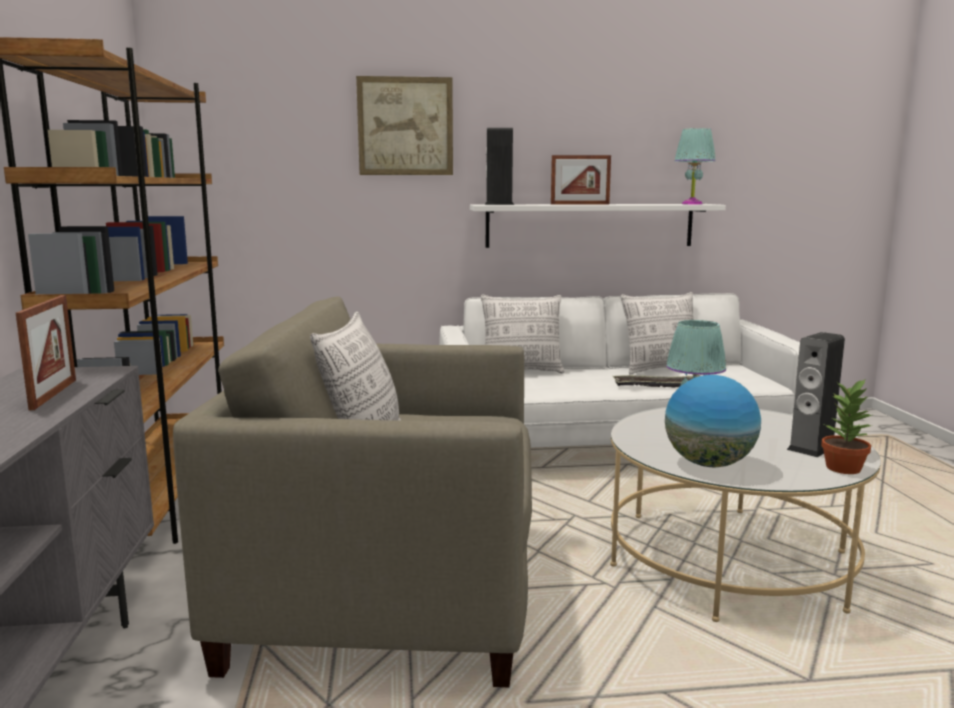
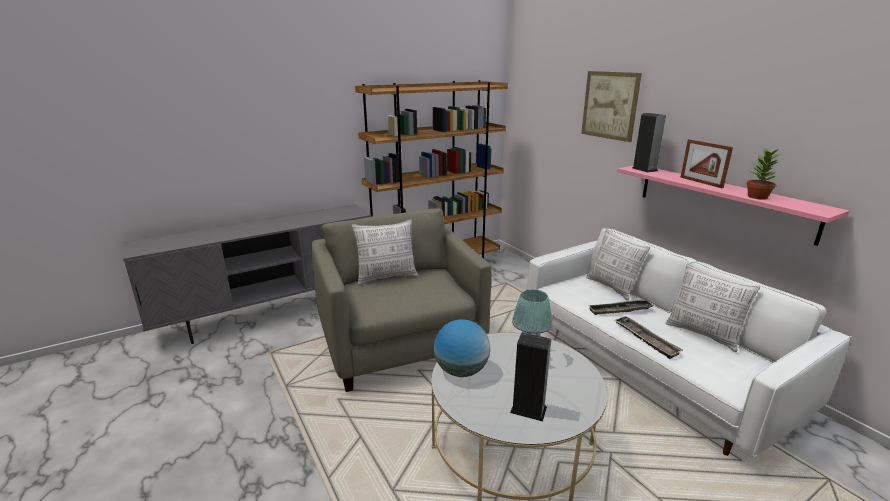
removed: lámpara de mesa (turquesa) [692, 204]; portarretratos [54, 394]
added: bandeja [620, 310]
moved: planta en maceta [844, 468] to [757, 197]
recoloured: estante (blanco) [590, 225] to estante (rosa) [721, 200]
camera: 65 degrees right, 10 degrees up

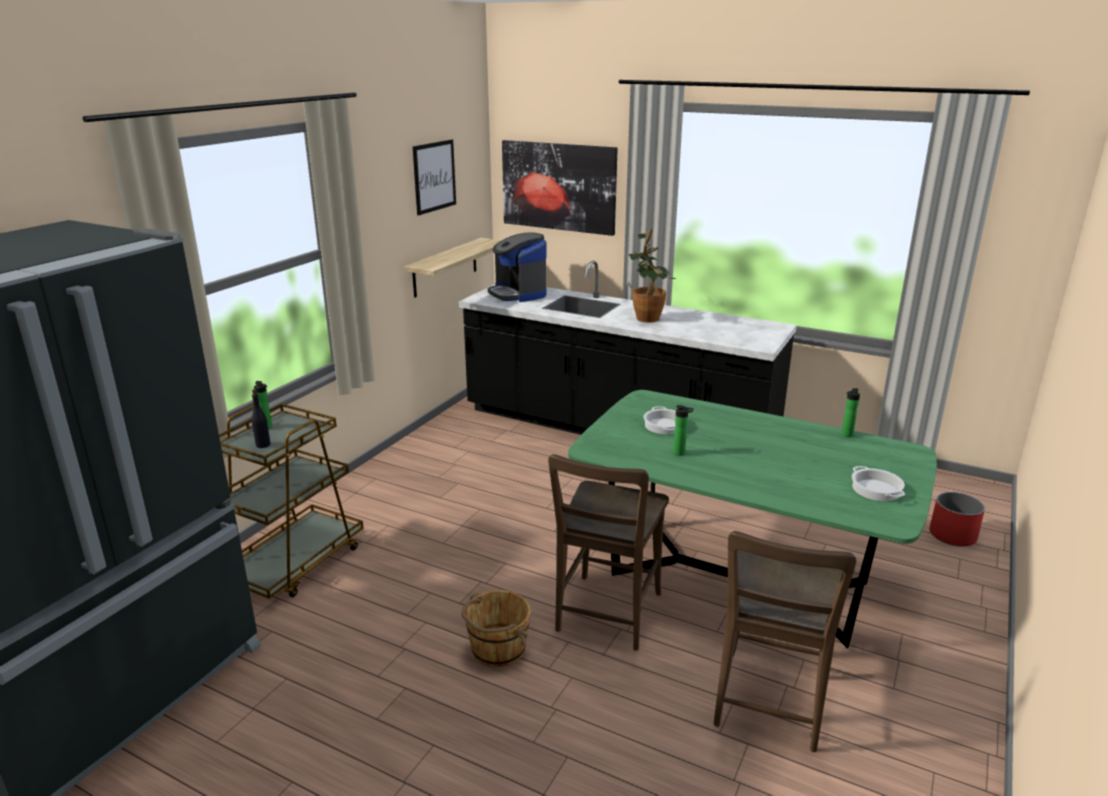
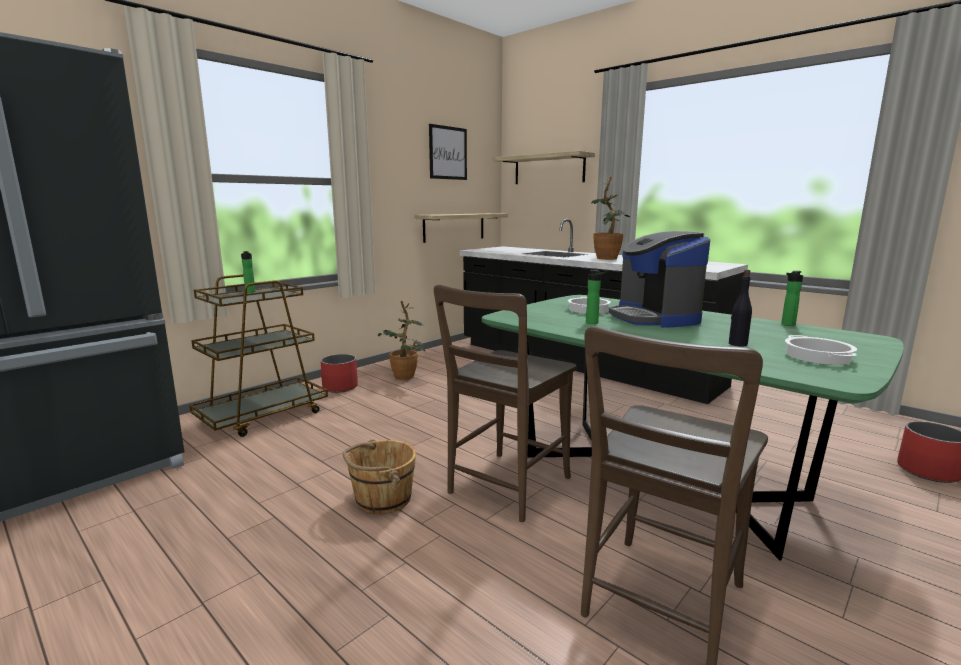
added: planta en maceta [405, 378]; maceta (rojo) [340, 387]
moved: cafetera [518, 293] to [654, 318]; botella (negro) [263, 445] to [737, 344]
replaced: cuadro [559, 186] to estante [549, 169]
camera: 15 degrees right, 10 degrees down

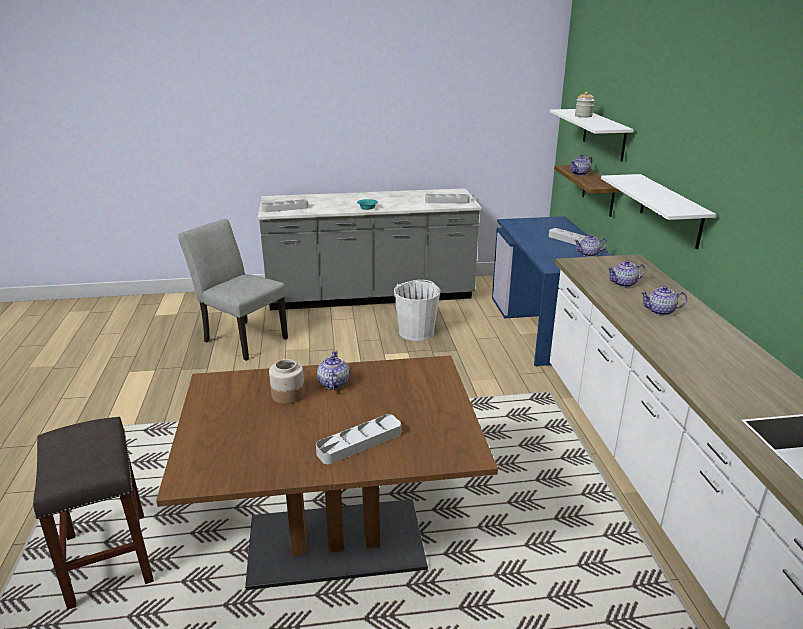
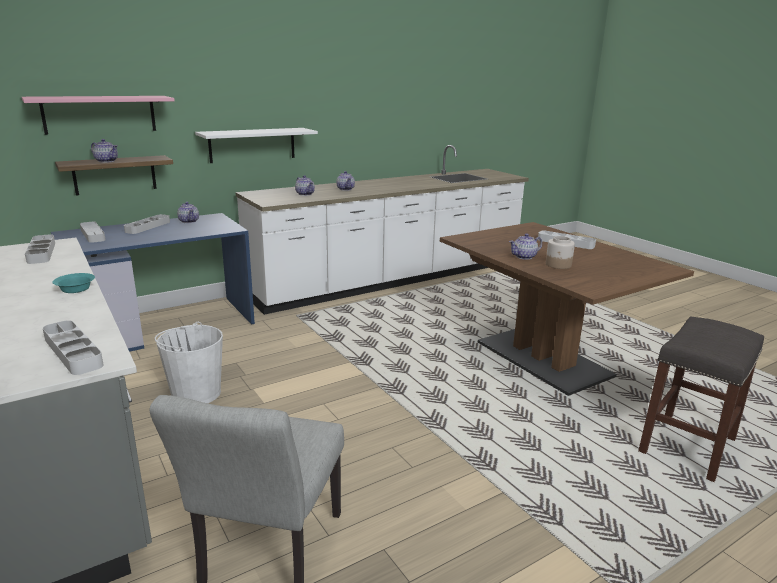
removed: tarro [583, 116]
added: bandeja (gris) [92, 235]
recoloured: estante (blanco) [604, 134] to estante (rosa) [100, 114]
camera: 115 degrees left, 5 degrees down

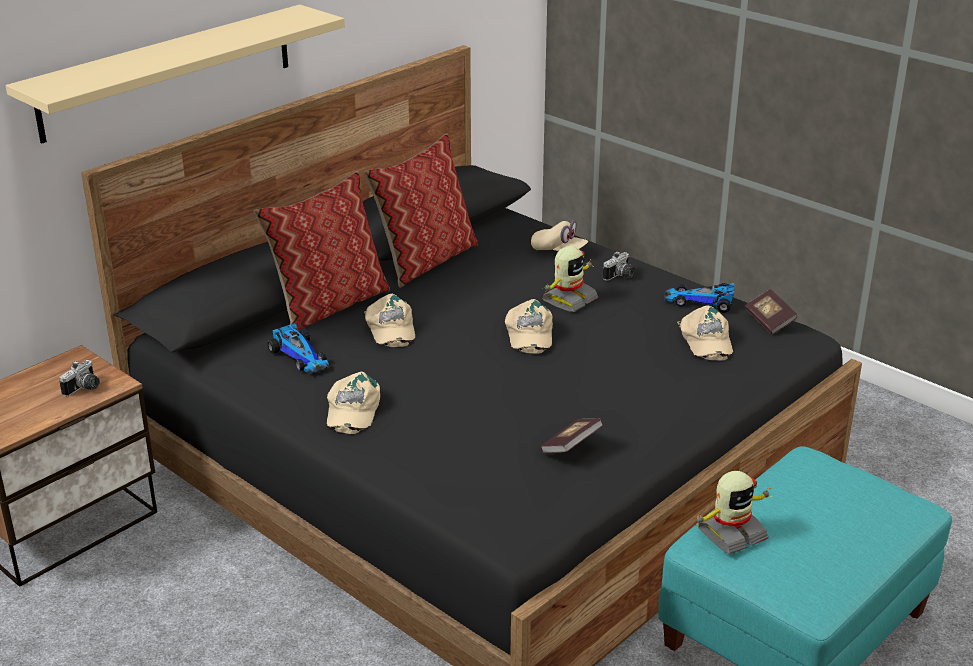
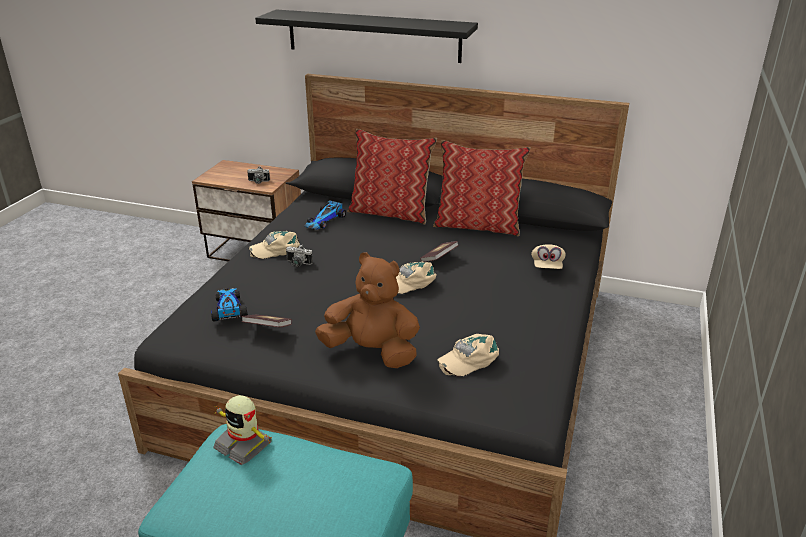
removed: robot de juguete [568, 299]; gorra (beis) [390, 328]
added: peluche (marrón) [372, 352]
moved: cámara [620, 276] to [297, 264]; coche de juguete [701, 302] to [228, 308]; libro [769, 321] to [439, 258]
recoloured: estante (beis) [168, 72] to estante (negro) [373, 36]
camera: 65 degrees right, 0 degrees up

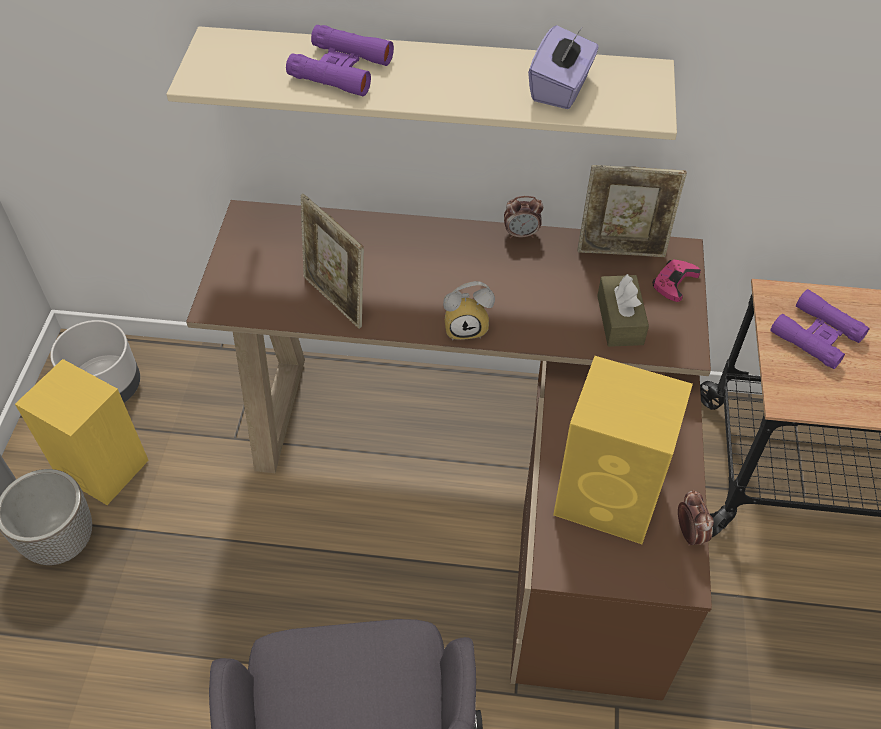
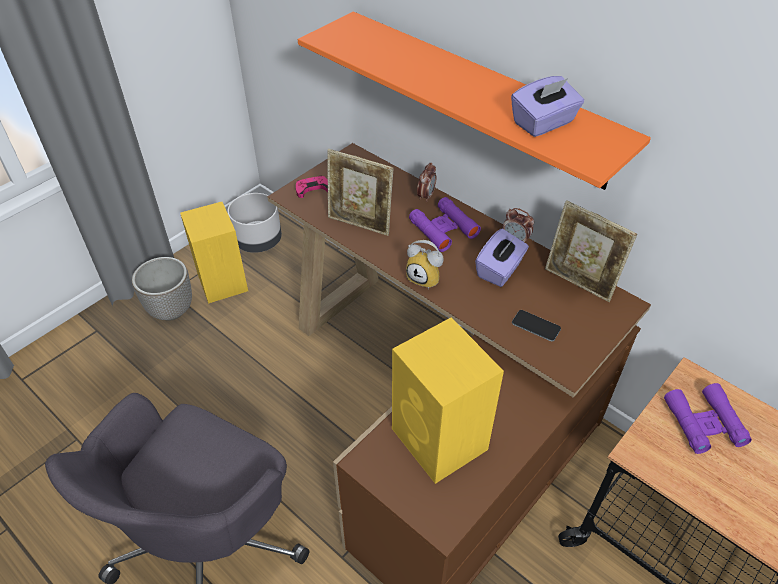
added: caja de pañuelos (morado) [500, 270]
moved: prismáticos (morado) [341, 69] to [443, 229]; mando de consola (rosa) [674, 282] to [312, 189]; despertador [689, 533] to [426, 196]
replaced: caja de pañuelos (marrón) [620, 320] to móvil [536, 326]
recoloured: estante (beis) [432, 82] to estante (naranja) [481, 98]
turned: portarretratos [336, 300] = [360, 224] 60 degrees counterclockwise
camera: 35 degrees right, 5 degrees down

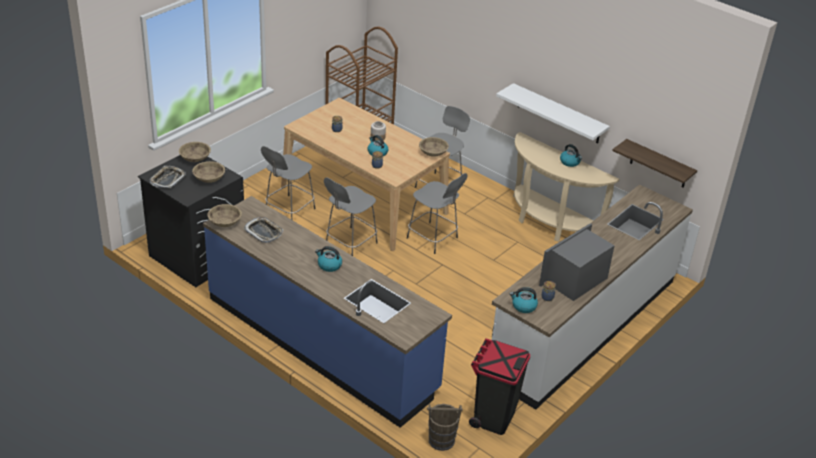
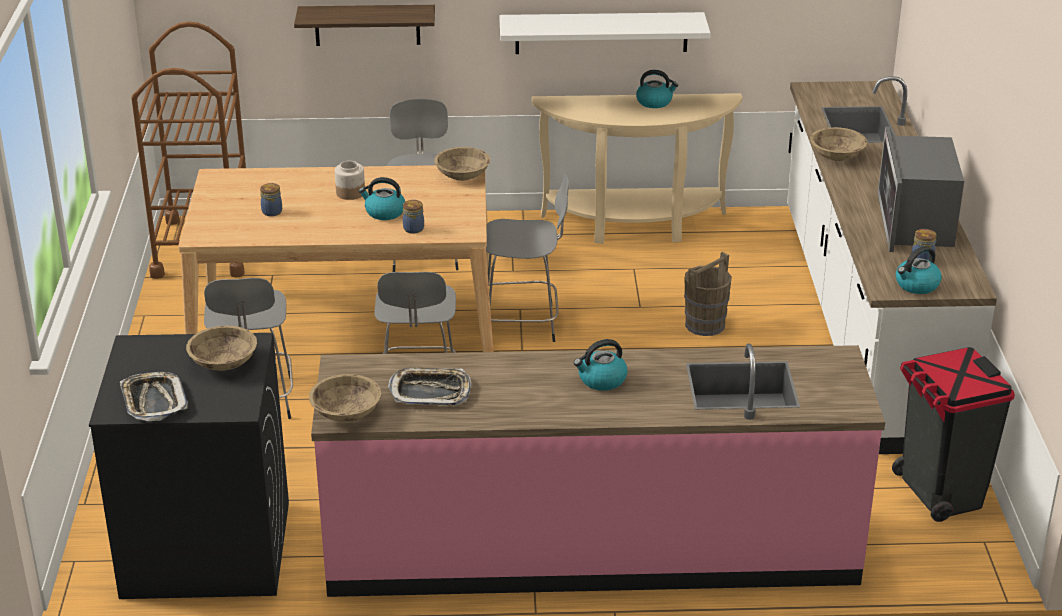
moved: estante [659, 164] to [367, 25]; cuenco (beis) [195, 158] to [837, 156]; cubo (marrón) [441, 440] to [704, 325]
recoloured: mueble bajo de cocina (azul) [321, 343] to mueble bajo de cocina (rosa) [591, 549]
camera: 40 degrees left, 5 degrees down

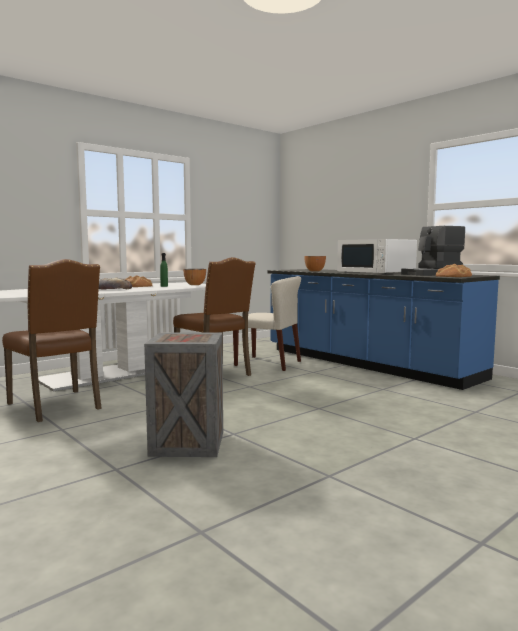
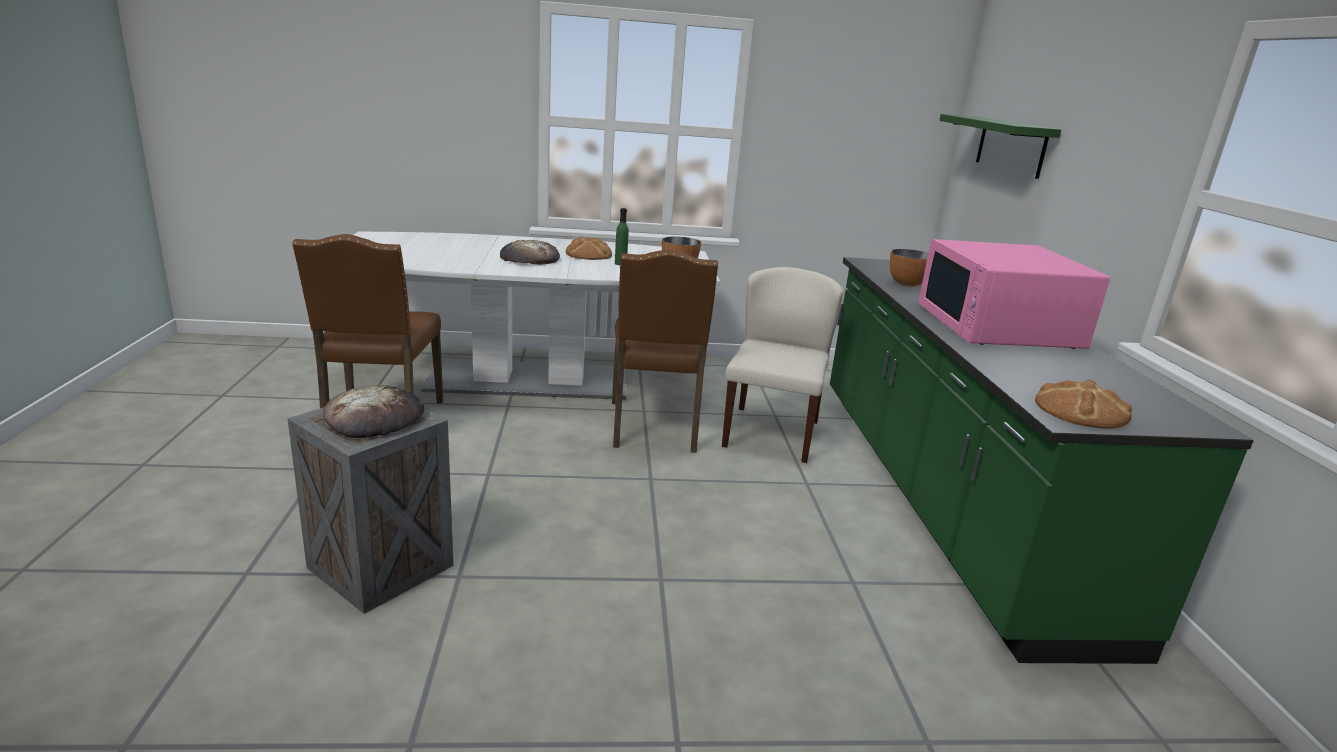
removed: cafetera [433, 274]
added: estante (verde) [1011, 146]; pan [375, 418]
recoloured: microondas (blanco) [376, 272] to microondas (rosa) [997, 327]; mueble bajo de cocina (azul) [366, 363] to mueble bajo de cocina (verde) [944, 497]
turned: silla (beis) [268, 363] = [770, 433] 135 degrees counterclockwise
camera: 35 degrees right, 15 degrees up

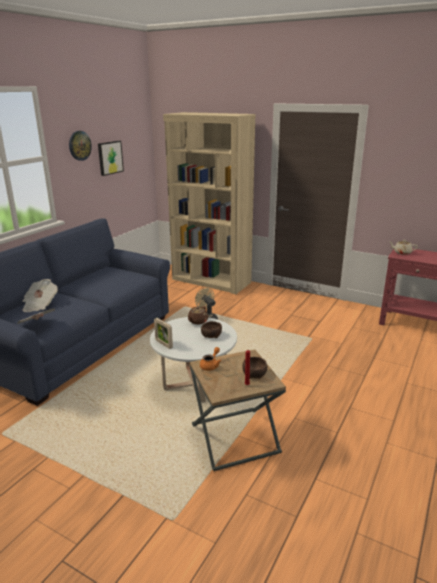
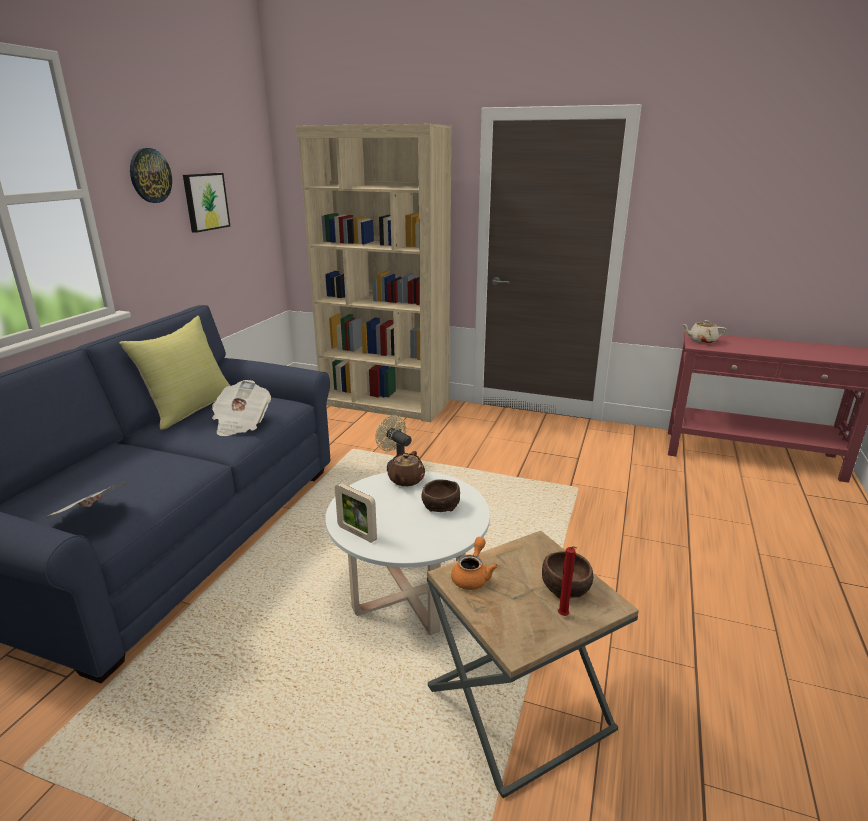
added: cojín (amarillo) [190, 408]
moved: periódico [39, 305] to [241, 423]
camera: 10 degrees left, 0 degrees up

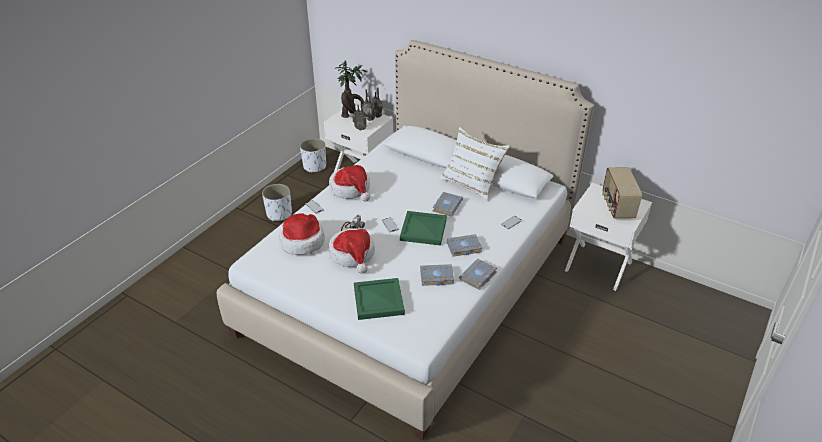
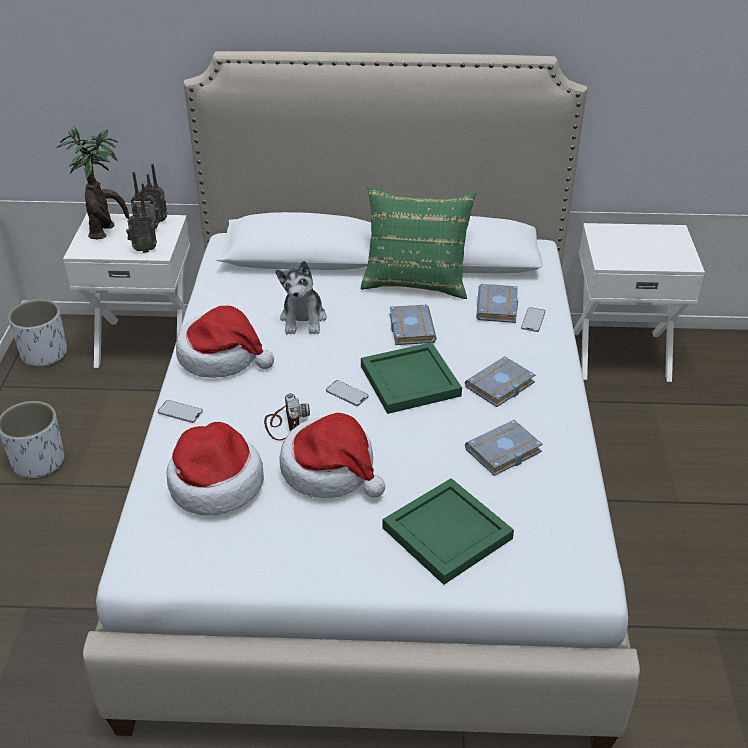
removed: radio [617, 206]
added: peluche [303, 319]
moved: libro (gris) [478, 277] to [498, 308]
recoloured: cojín (blanco) [472, 183] to cojín (verde) [416, 279]
camera: 30 degrees left, 0 degrees up

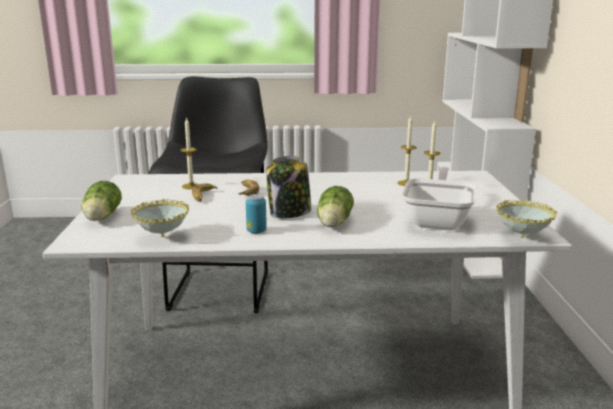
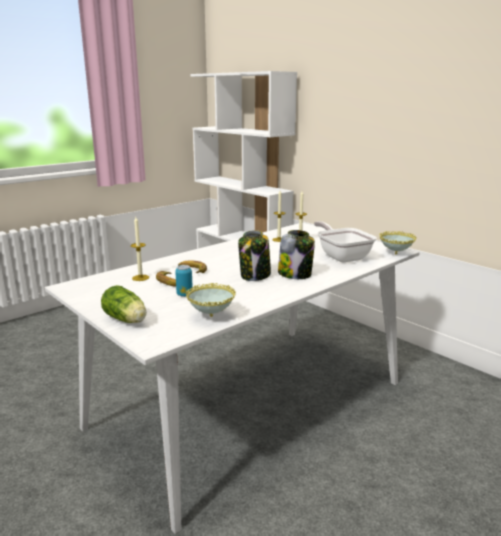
removed: taburete (negro) [221, 289]
moved: lata [256, 231] to [184, 294]
replaced: lechuga [333, 224] to tarro [295, 274]
camera: 40 degrees left, 0 degrees up

